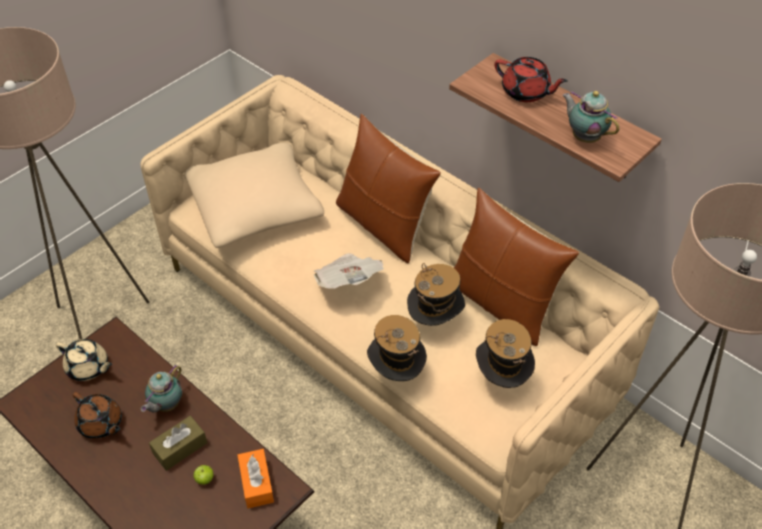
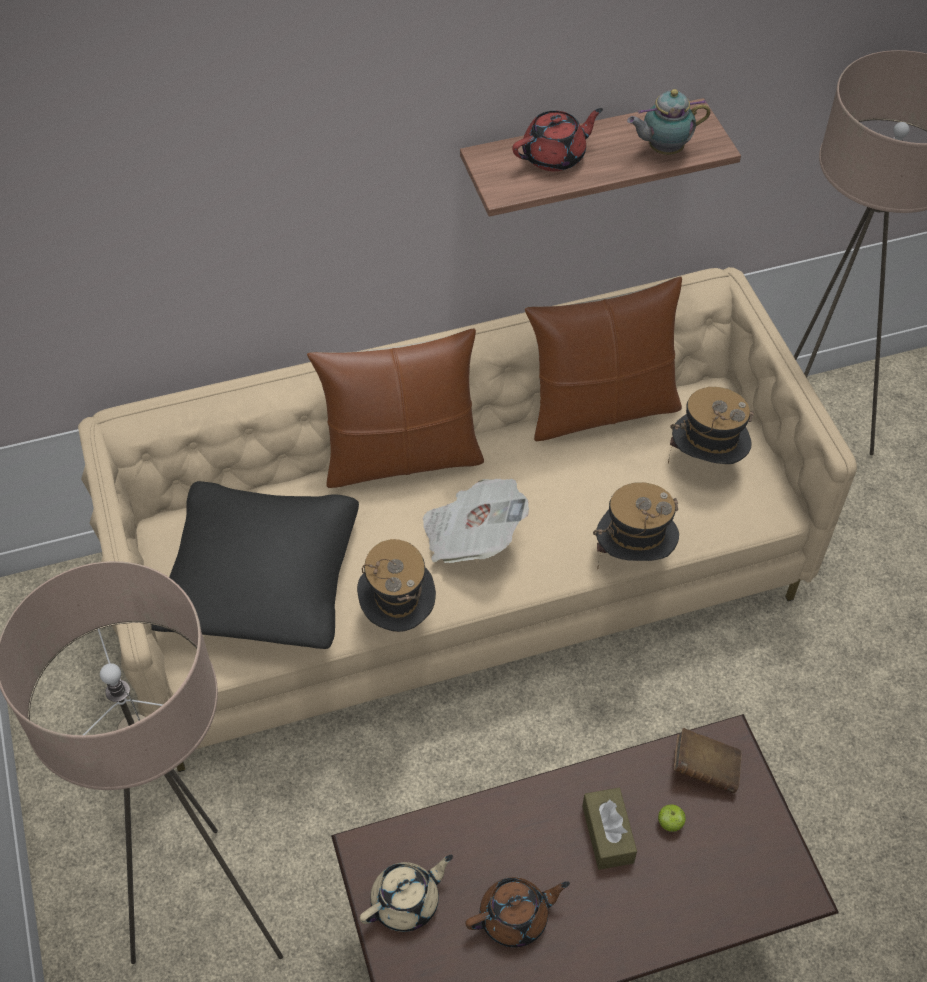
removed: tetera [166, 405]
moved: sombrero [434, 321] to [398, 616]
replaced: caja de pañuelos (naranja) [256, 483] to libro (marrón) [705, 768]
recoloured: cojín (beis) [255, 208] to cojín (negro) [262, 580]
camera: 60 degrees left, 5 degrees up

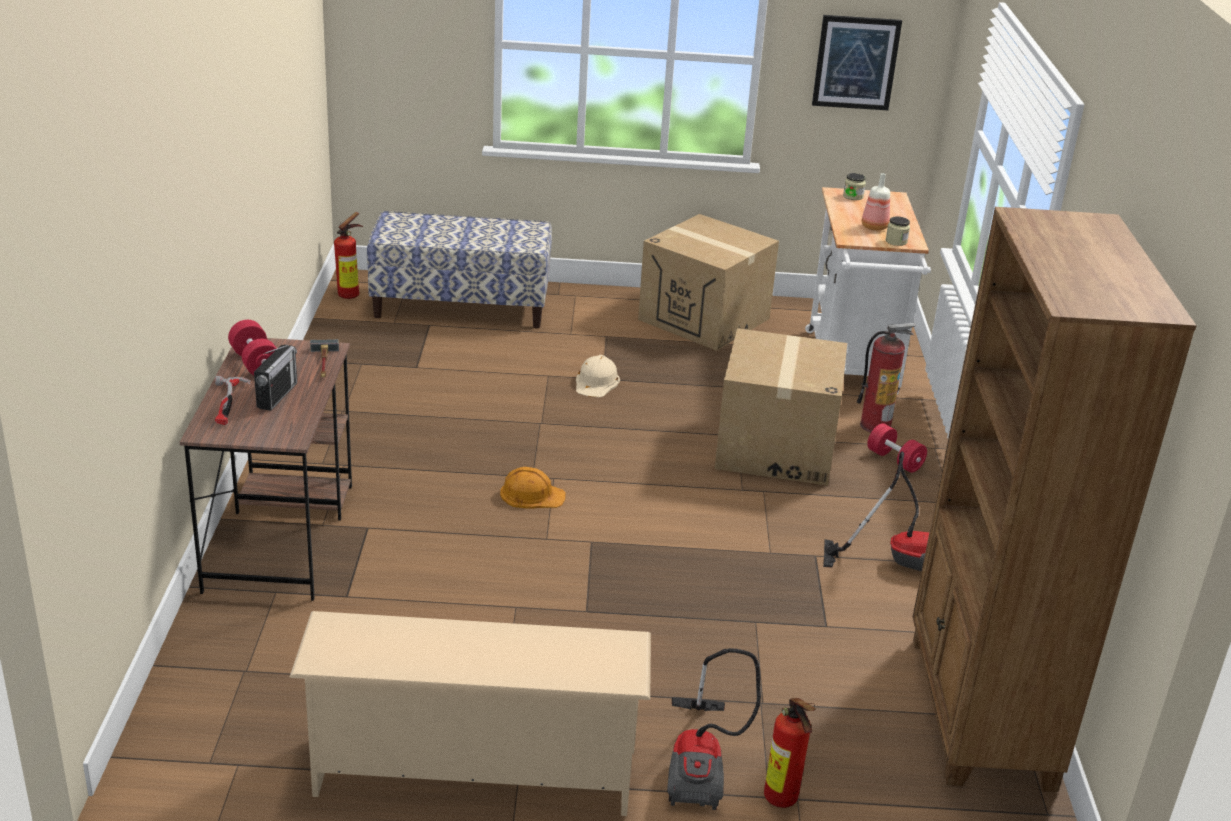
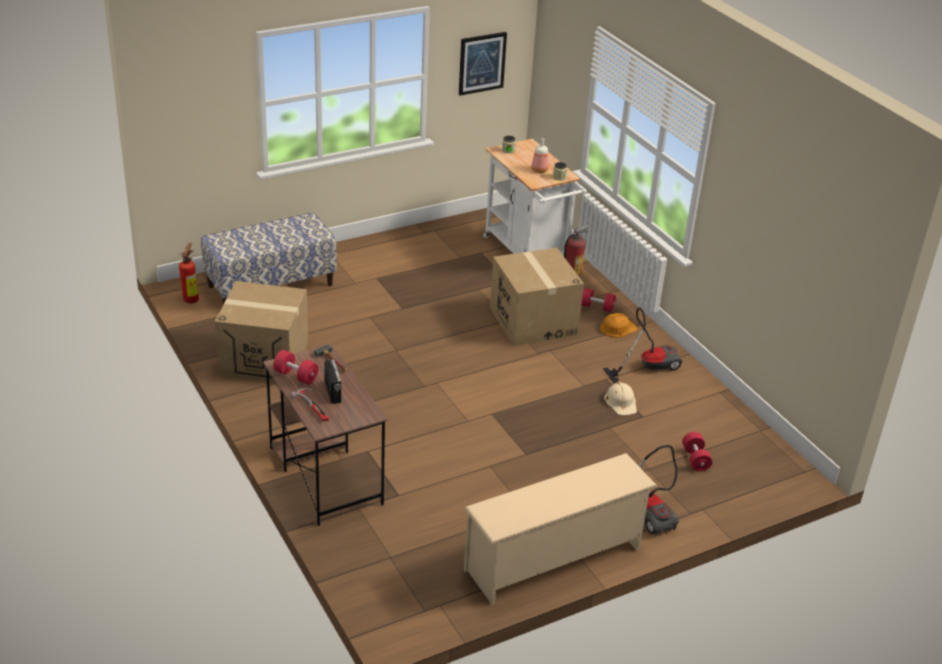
removed: estantería (marrón) [979, 712]; extintor [782, 801]
added: mancuerna (rojo) [695, 459]
moved: caja de cartón [704, 319] to [264, 358]; casco (beis) [596, 382] to [621, 402]; casco (naranja) [531, 495] to [617, 328]
camera: 30 degrees left, 5 degrees up

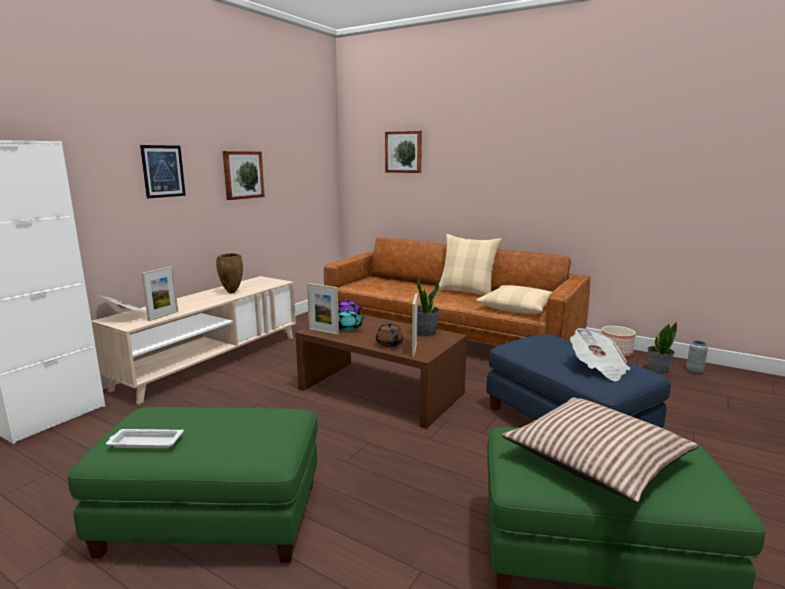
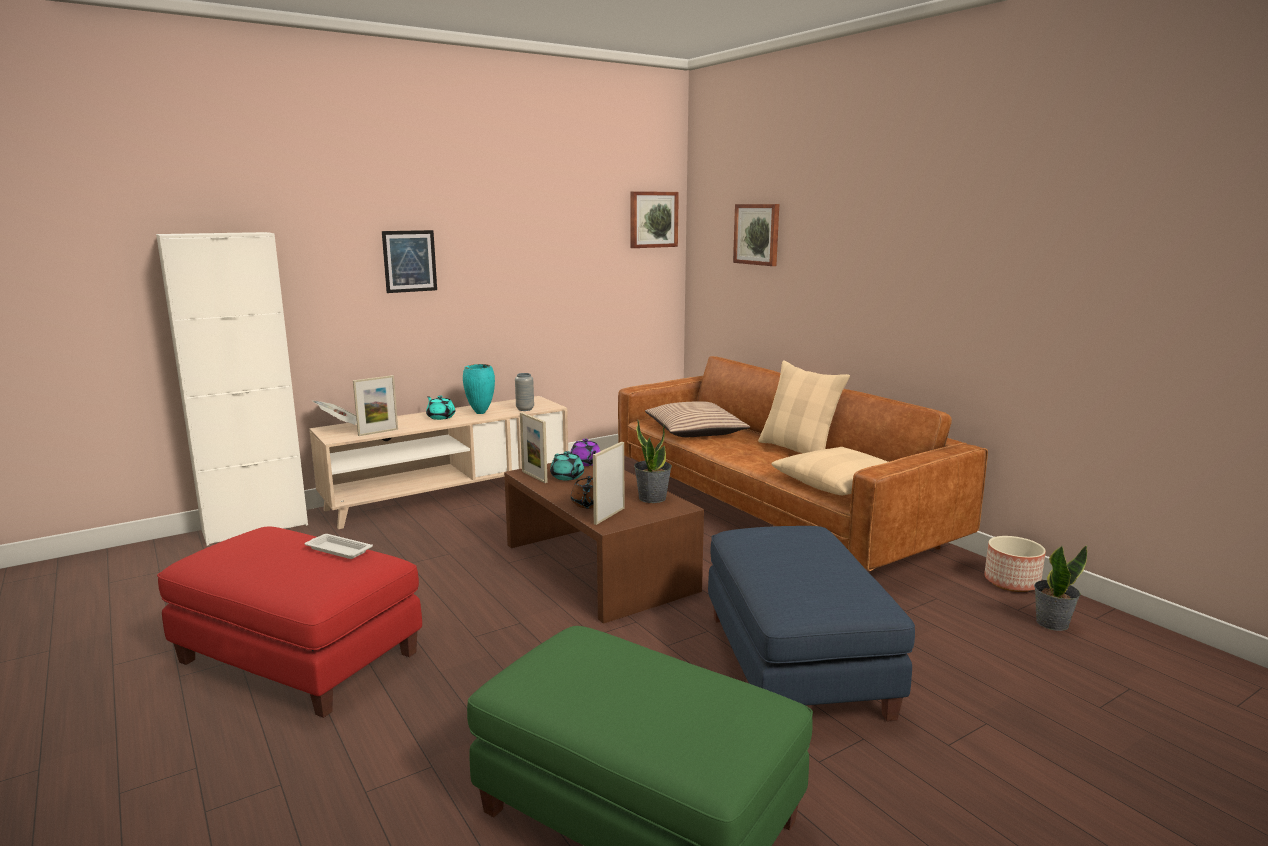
removed: periódico [598, 369]
added: tetera (turquesa) [440, 417]
moved: cuadro [243, 175] to [653, 219]; florero (gris) [694, 371] to [525, 409]; cojín [596, 459] to [695, 431]; bandeja (blanco) [144, 442] to [337, 550]
recoloured: florero (marrón) [231, 292] to florero (turquesa) [480, 413]; puf (verde) [214, 518] to puf (rojo) [300, 657]
camera: 25 degrees right, 0 degrees up

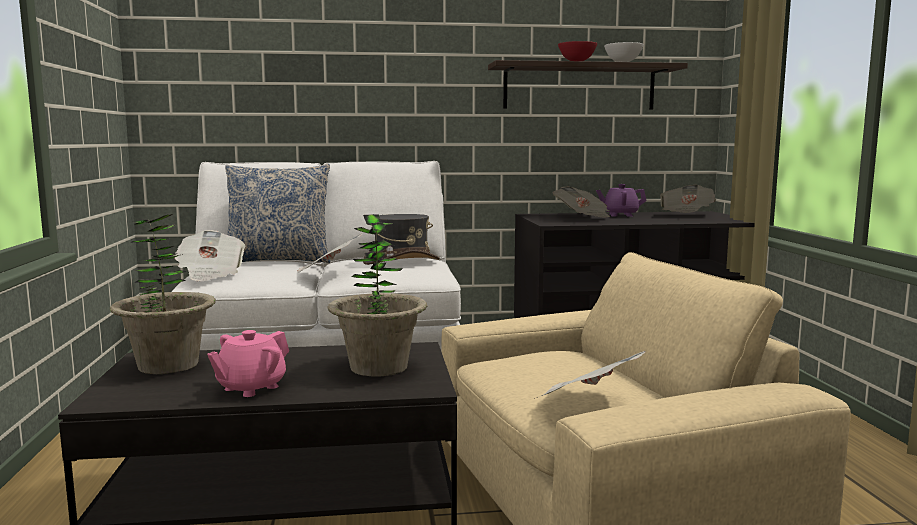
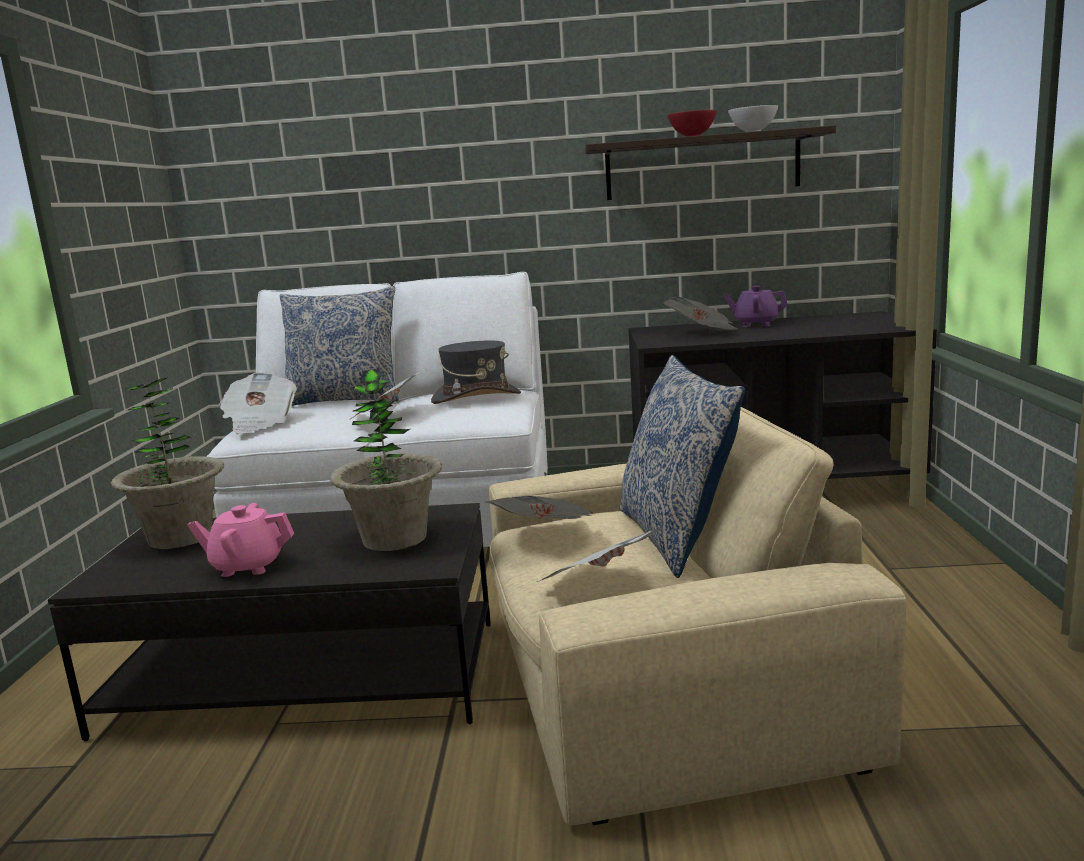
added: cojín [677, 537]
moved: periódico [686, 215] to [545, 536]
turned: tetera (rosa) [251, 388] = [247, 566] 45 degrees clockwise
camera: 10 degrees right, 5 degrees up

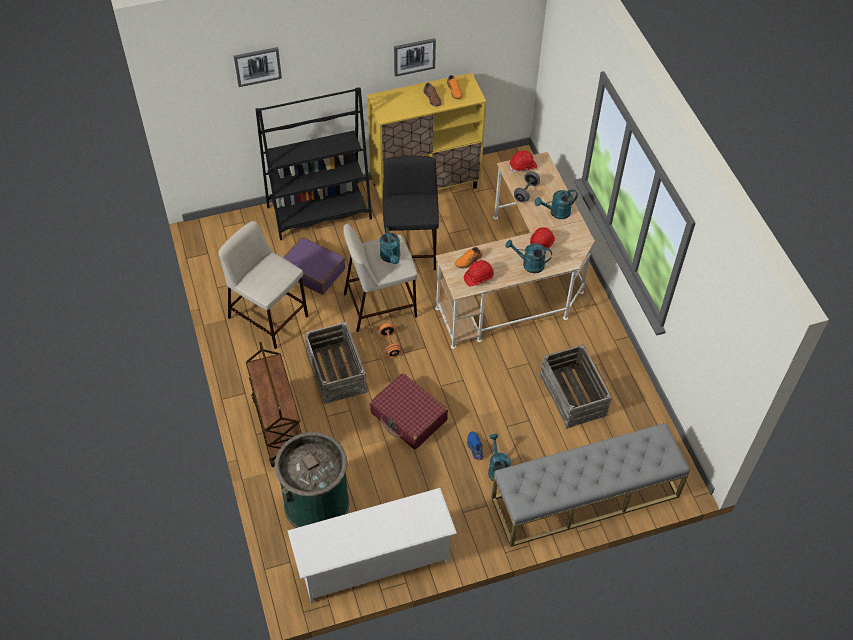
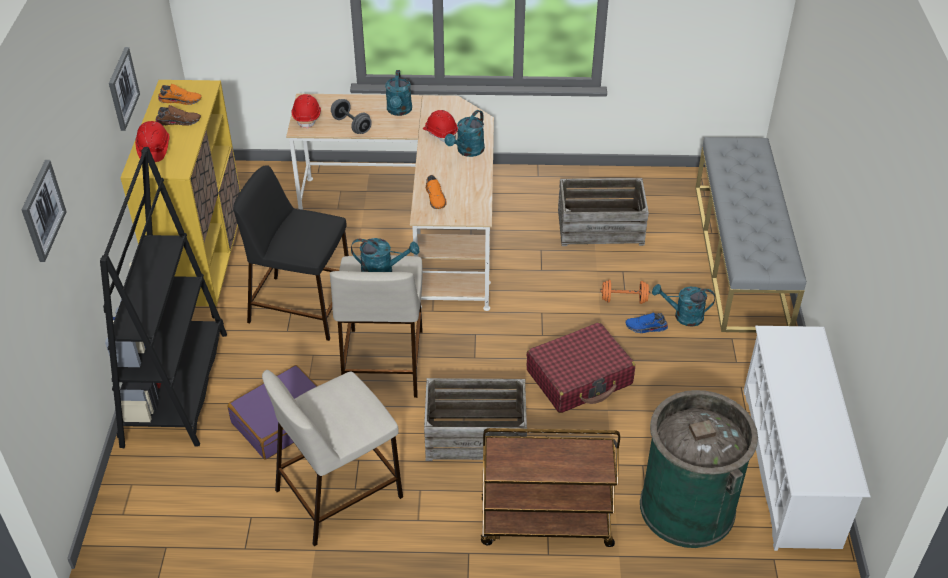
moved: casco (rojo) [478, 277] to [154, 149]; mancuerna (naranja) [390, 345] to [624, 299]
camera: 70 degrees left, 10 degrees down

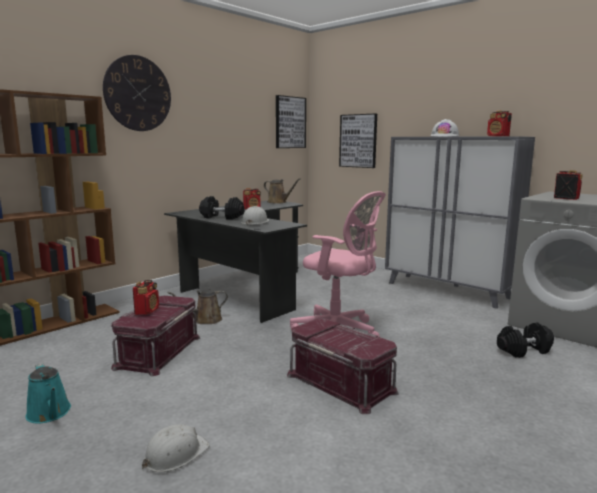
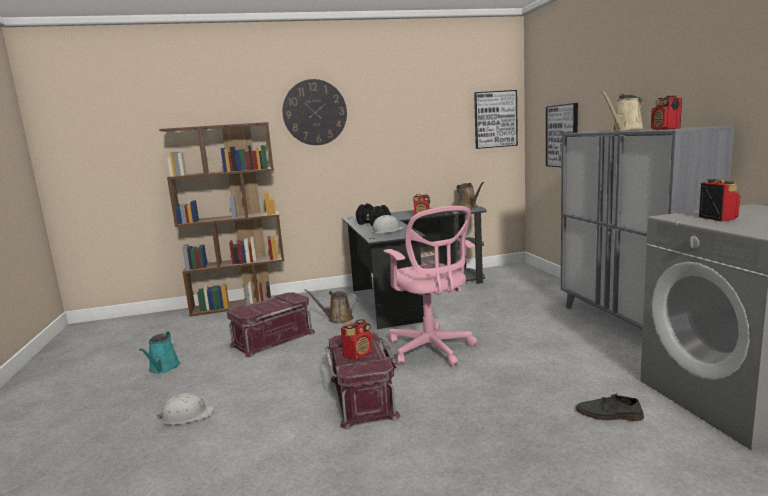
moved: radio [147, 311] to [358, 354]
replaced: casco (blanco) [444, 136] to regadera (beis) [624, 130]; mancuerna (negro) [523, 350] to zapato (gris) [609, 415]
camera: 35 degrees right, 0 degrees up

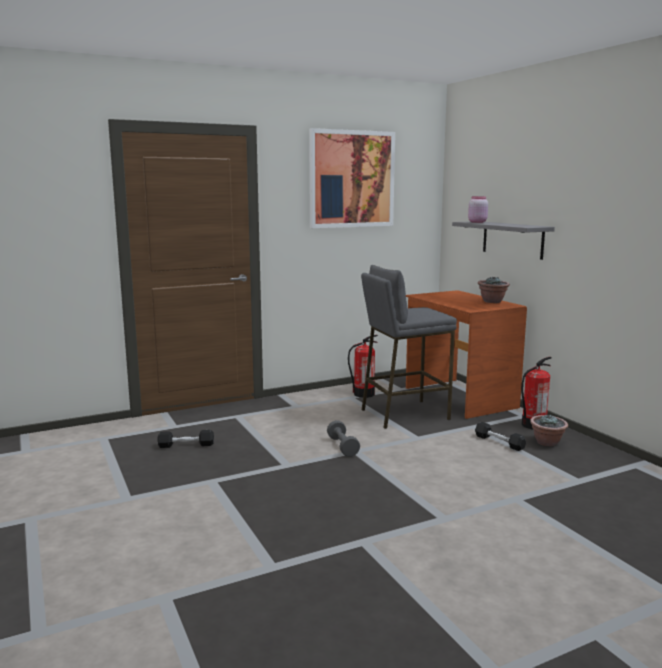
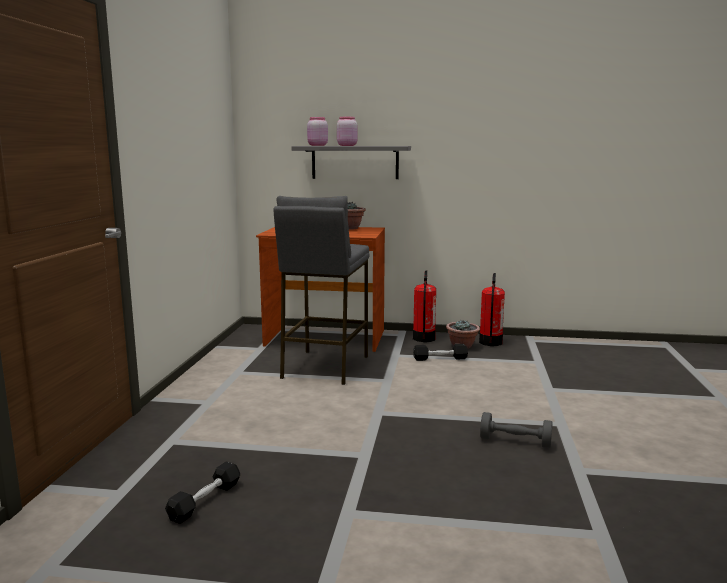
removed: cuadro [351, 179]
added: tarro (rosa) [346, 145]
moved: extintor [363, 394] to [490, 342]; mancuerna (gris) [342, 447] to [515, 442]
camera: 55 degrees left, 0 degrees up

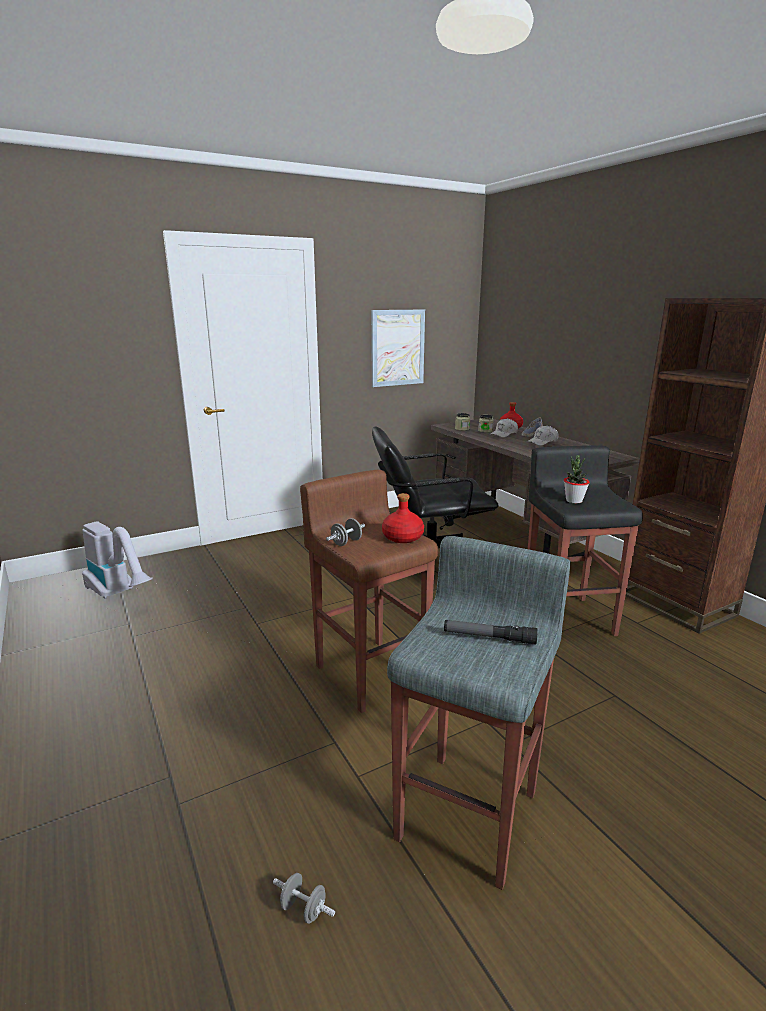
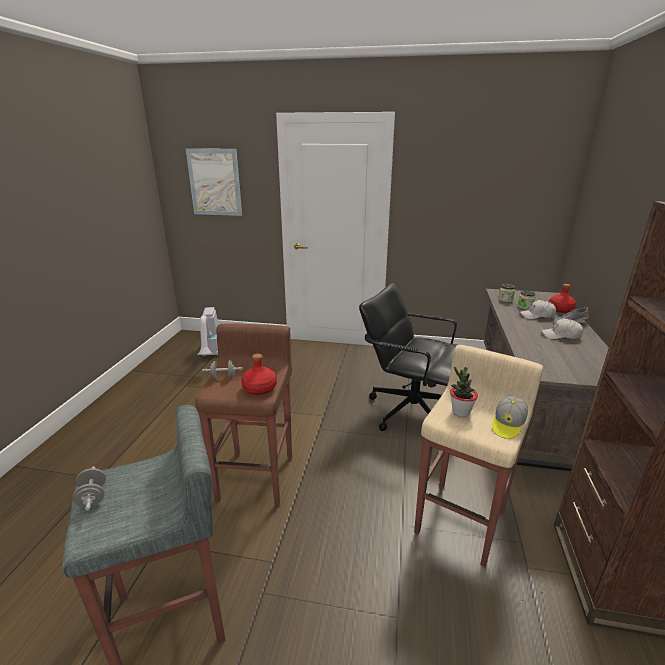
removed: linterna [489, 637]
added: gorra [507, 425]
moved: cuadro [397, 348] to [215, 182]; mancuerna (gris) [303, 909] to [93, 497]
recoloured: taburete (negro) [568, 617] to taburete (beis) [462, 520]
camera: 40 degrees right, 5 degrees up

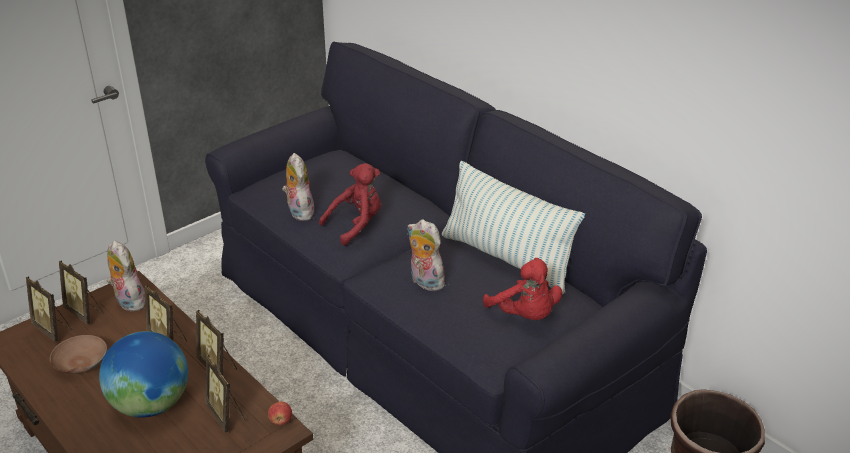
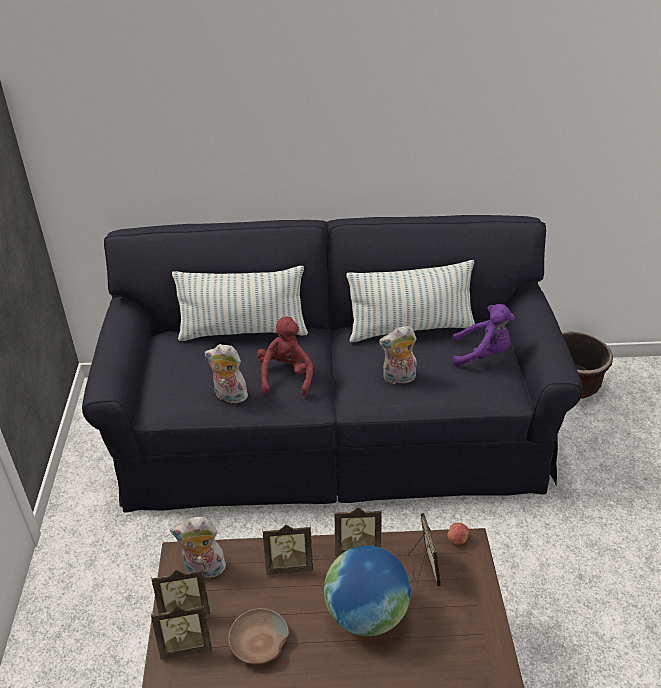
added: cojín [243, 332]
recoloured: peluche (rojo) [525, 316] to peluche (morado) [482, 354]
turned: portarretratos [226, 415] = [423, 569] 105 degrees counterclockwise
camera: 50 degrees left, 5 degrees up

